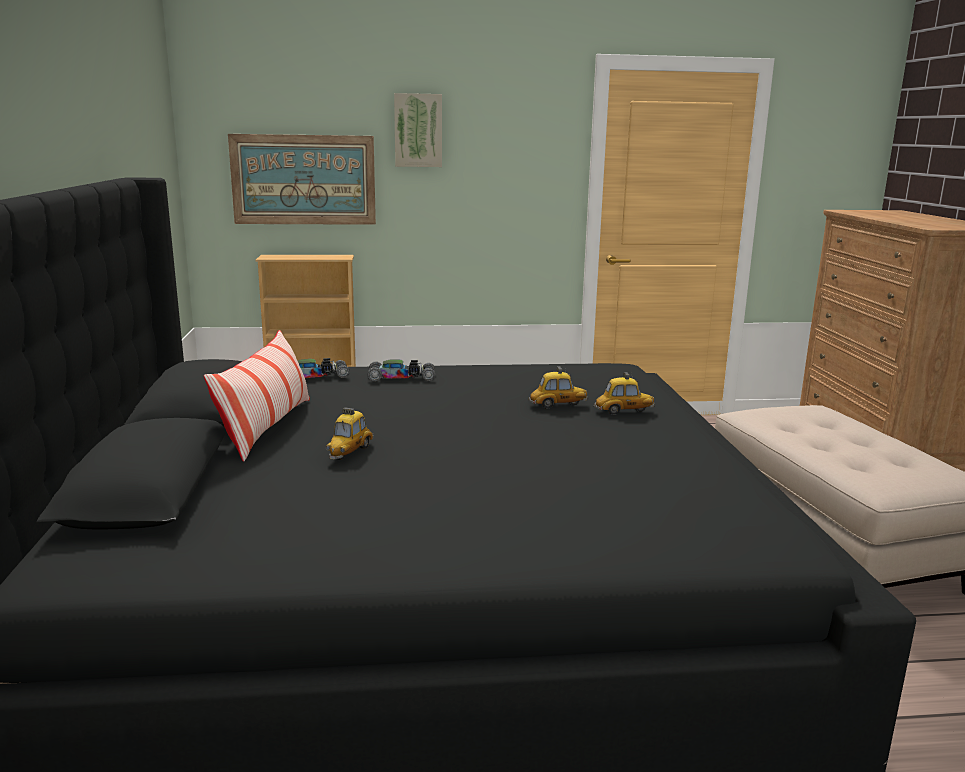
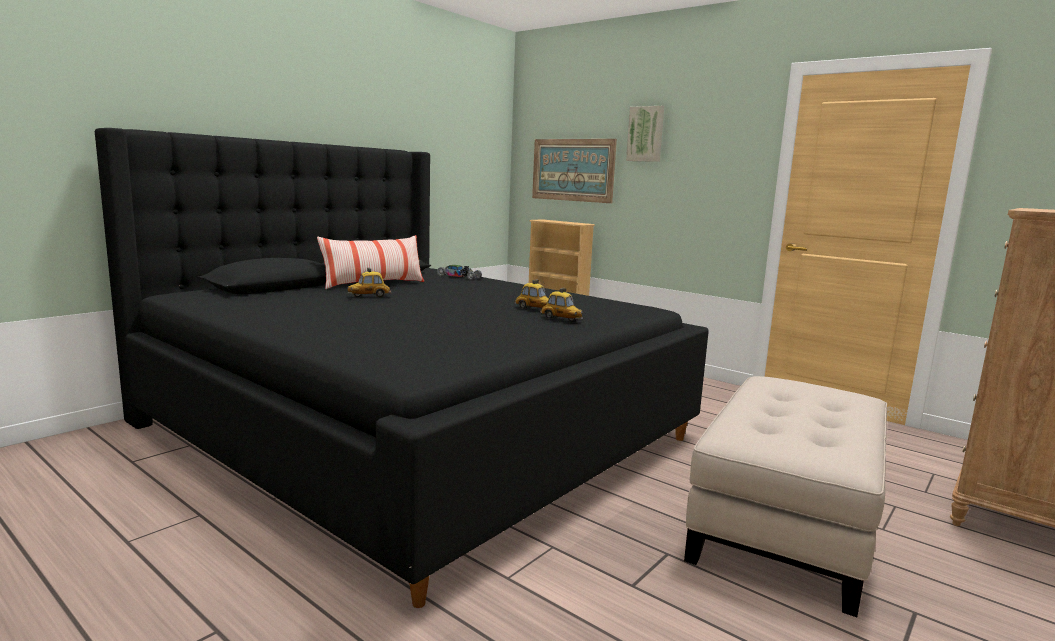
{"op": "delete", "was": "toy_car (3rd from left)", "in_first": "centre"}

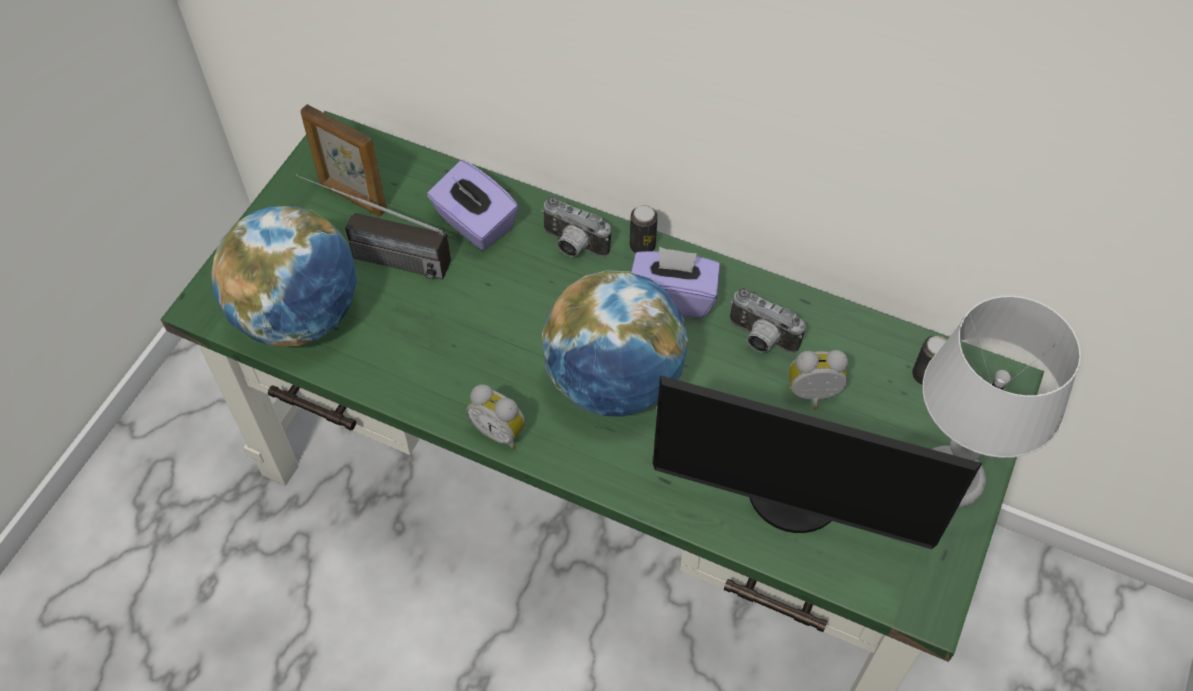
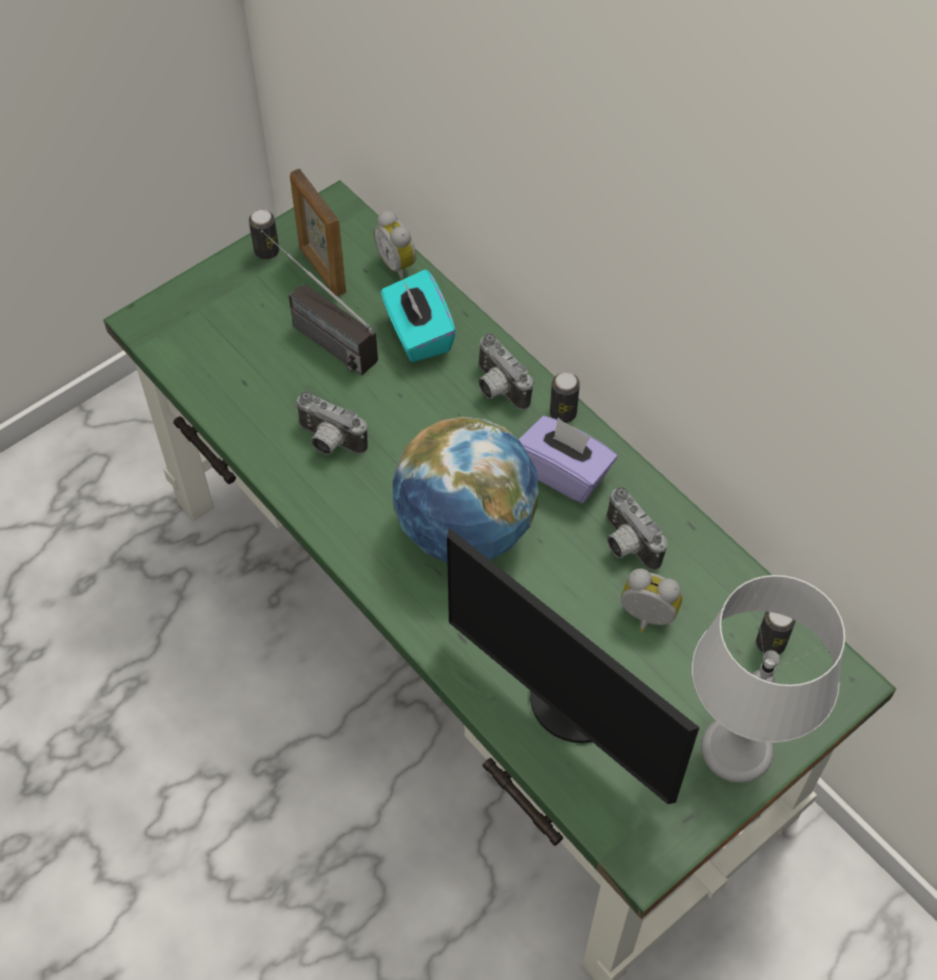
{"op": "delete", "was": "globe (1st from left)", "in_first": "middle left"}
{"op": "insert", "now": "can (1st from left)", "in_second": "top left"}
{"op": "insert", "now": "photo_camera (1st from left)", "in_second": "centre"}
{"op": "move", "was": "alarm_clock (1st from left)", "in_first": "centre", "in_second": "top centre"}
{"op": "recolor", "was": "purple_tissue_box (1st from left)", "now": "turquoise_tissue_box", "in_first": "top centre", "in_second": "top centre"}

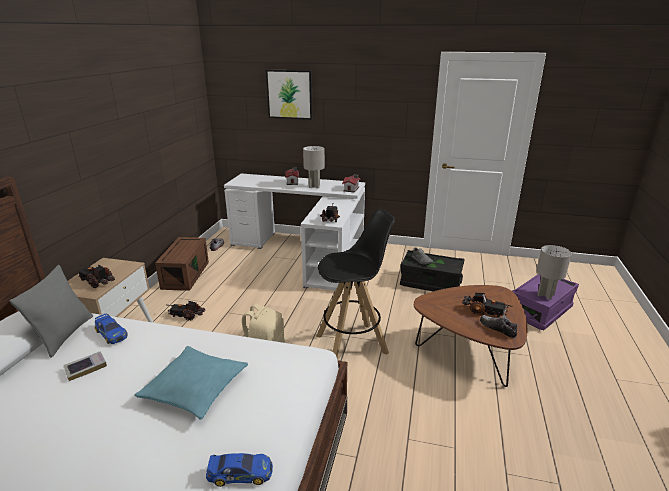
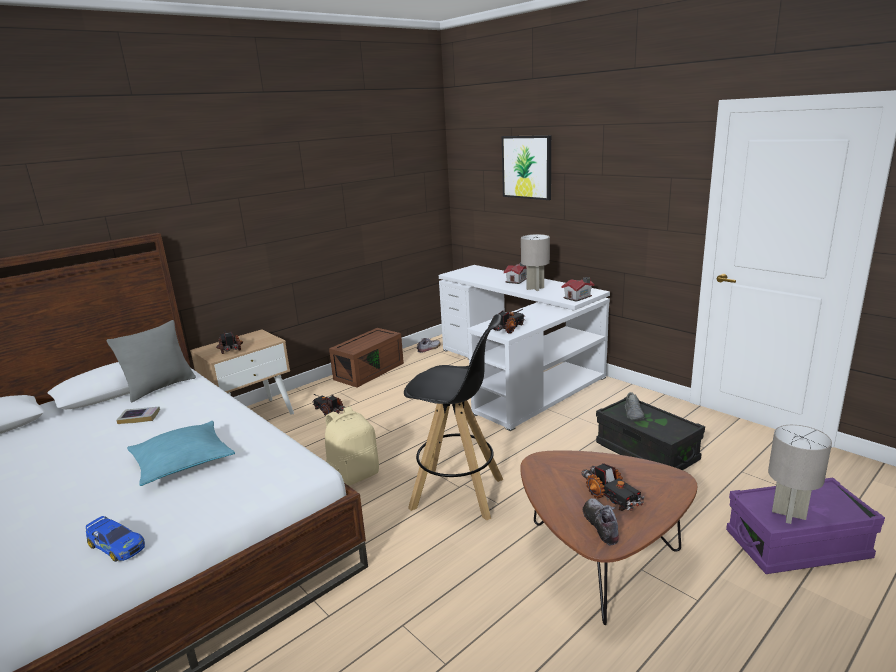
{"op": "delete", "was": "toy_car (1st from left)", "in_first": "bottom left"}

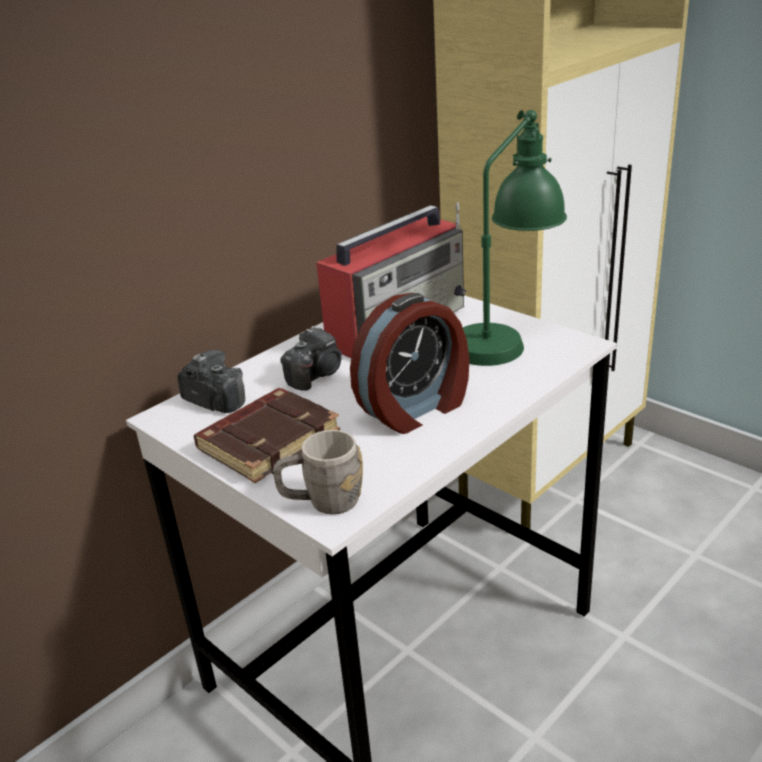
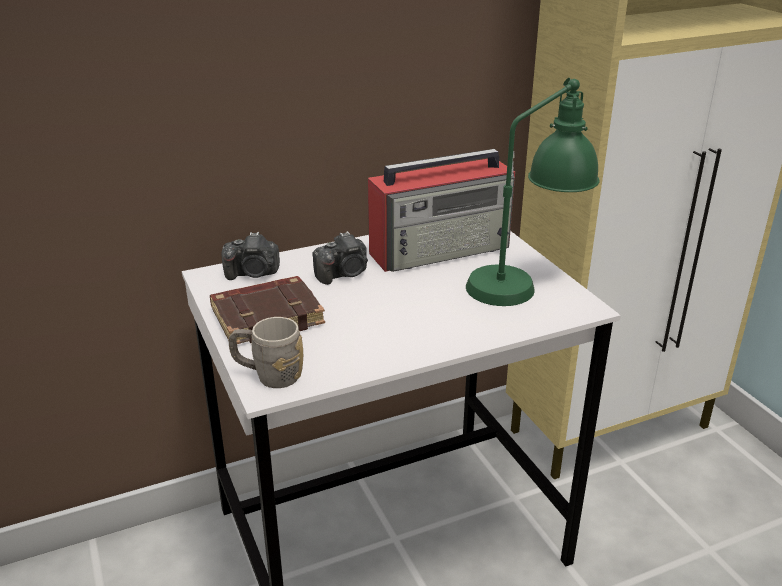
{"op": "delete", "was": "alarm_clock", "in_first": "centre"}
{"op": "rotate", "was": "photo_camera (1st from left)", "in_first": "middle left", "in_second": "middle left", "clockwise": 120}

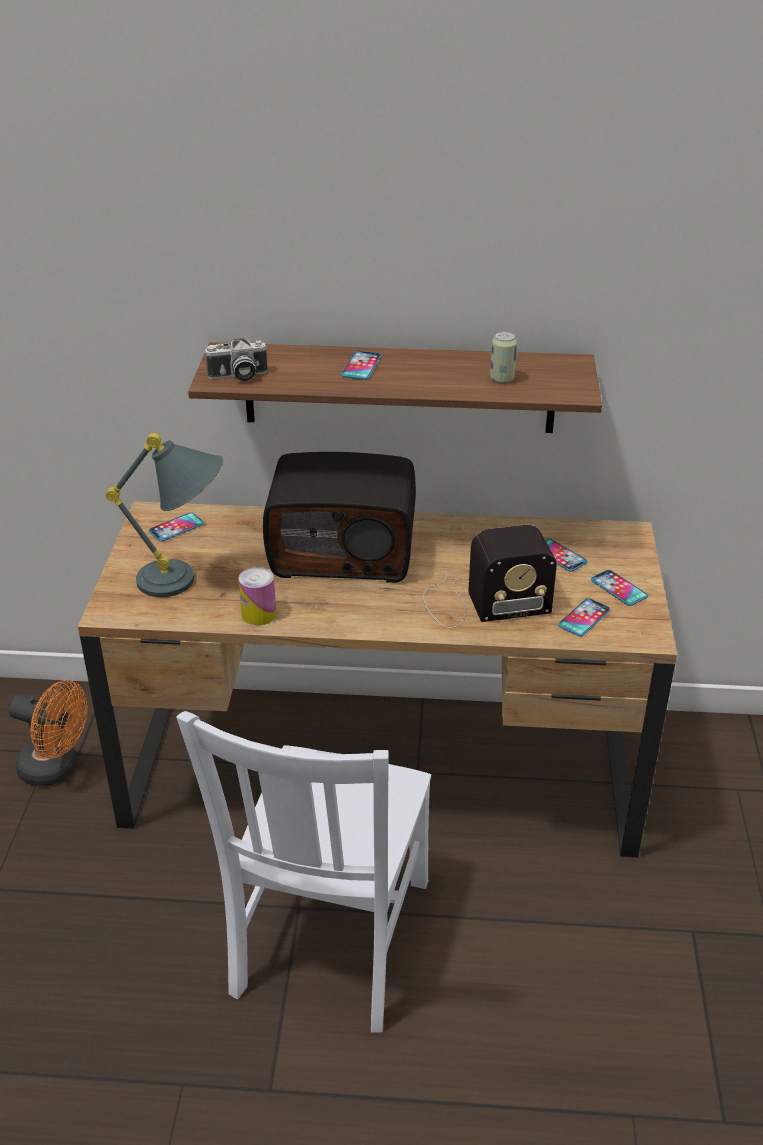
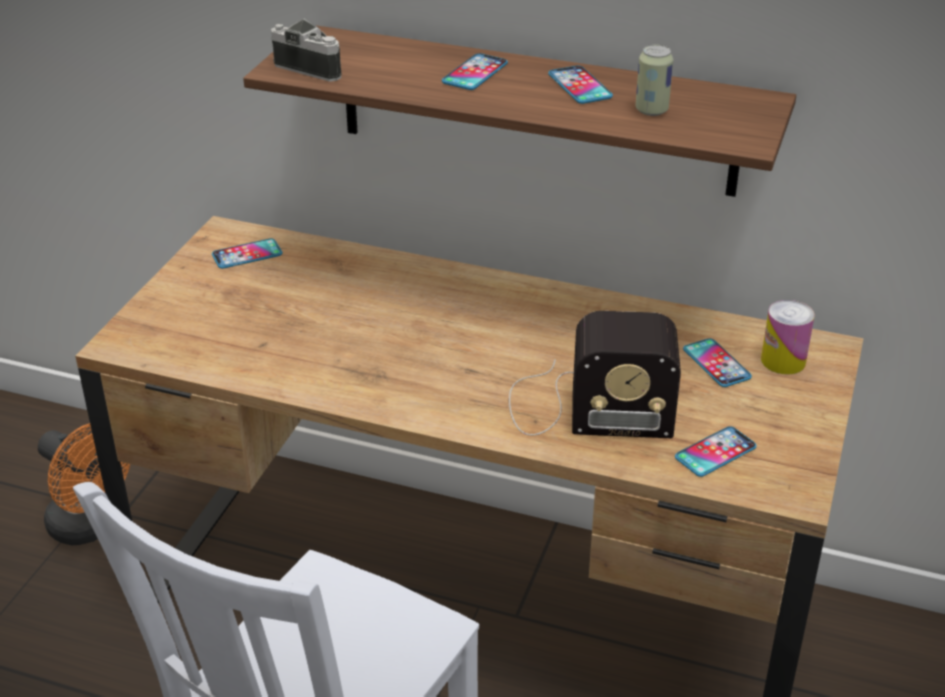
{"op": "delete", "was": "grey_table_lamp", "in_first": "middle left"}
{"op": "delete", "was": "radio (1st from left)", "in_first": "centre"}
{"op": "move", "was": "can (1st from left in the first image)", "now": "can (2nd from left)", "in_first": "centre", "in_second": "middle right"}
{"op": "move", "was": "phone (5th from left in the first image)", "now": "phone (3rd from left)", "in_first": "middle right", "in_second": "top centre"}
{"op": "rotate", "was": "photo_camera", "in_first": "top left", "in_second": "top left", "clockwise": -150}

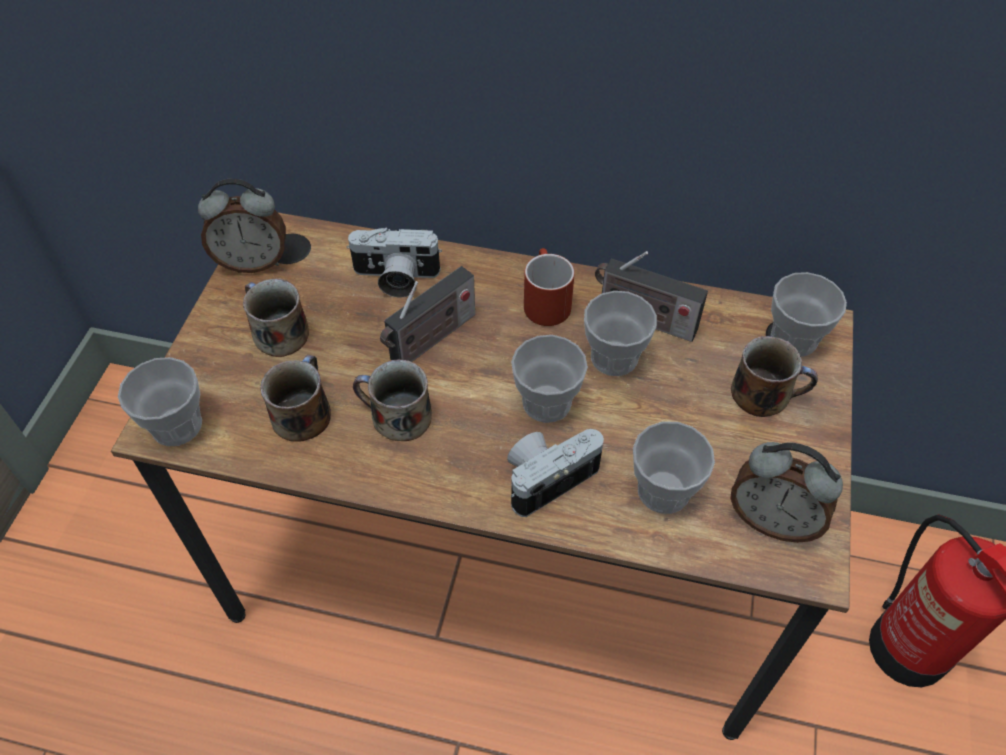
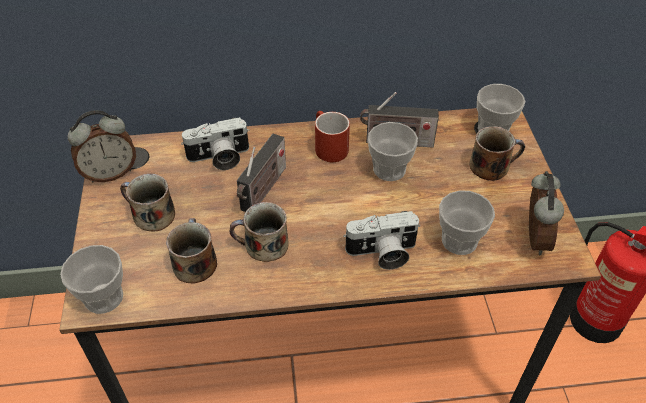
{"op": "delete", "was": "cup (2nd from left)", "in_first": "centre"}
{"op": "rotate", "was": "photo_camera (2nd from left)", "in_first": "centre", "in_second": "centre", "clockwise": -135}
{"op": "rotate", "was": "alarm_clock (2nd from left)", "in_first": "middle right", "in_second": "middle right", "clockwise": -90}

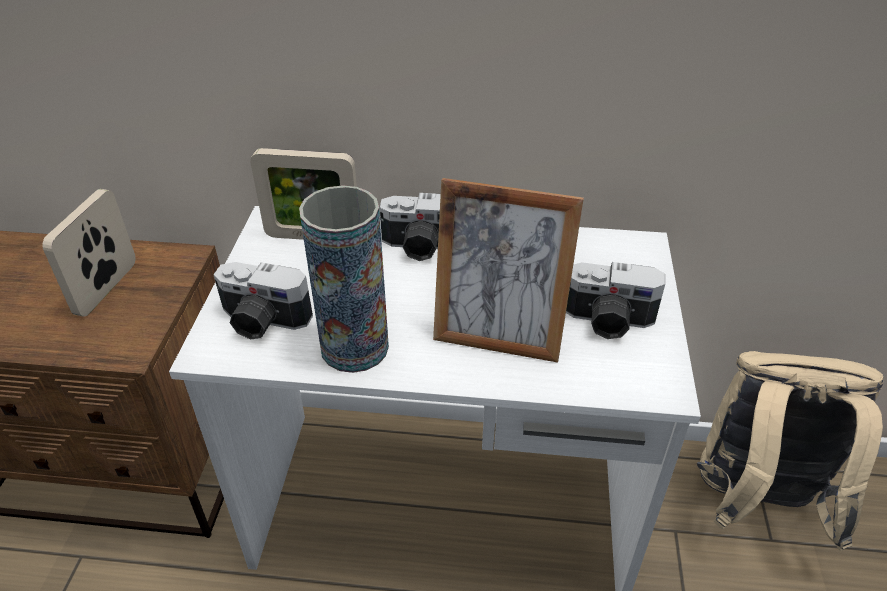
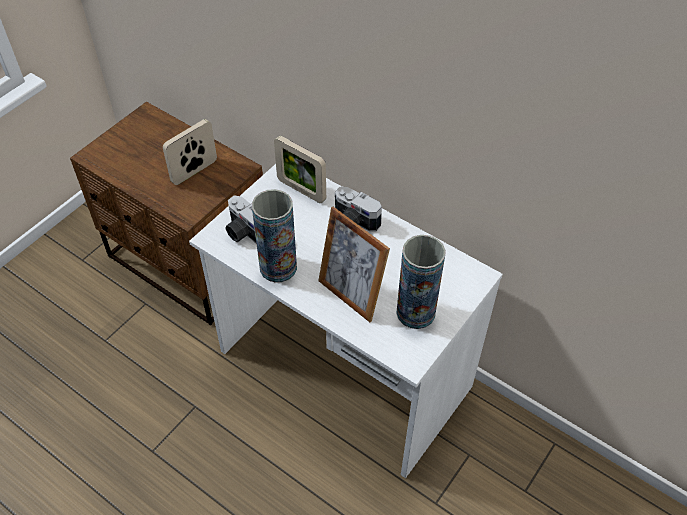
{"op": "delete", "was": "beige_backpack", "in_first": "bottom right"}
{"op": "replace", "was": "photo_camera (3rd from left)", "now": "vase (2nd from left)", "in_first": "middle right", "in_second": "centre"}

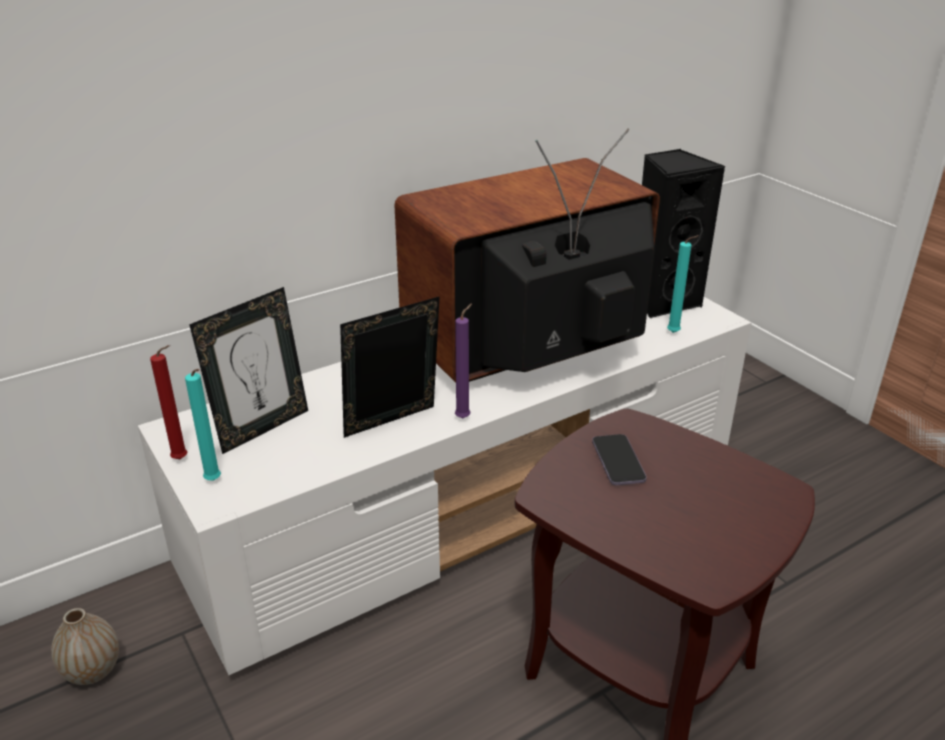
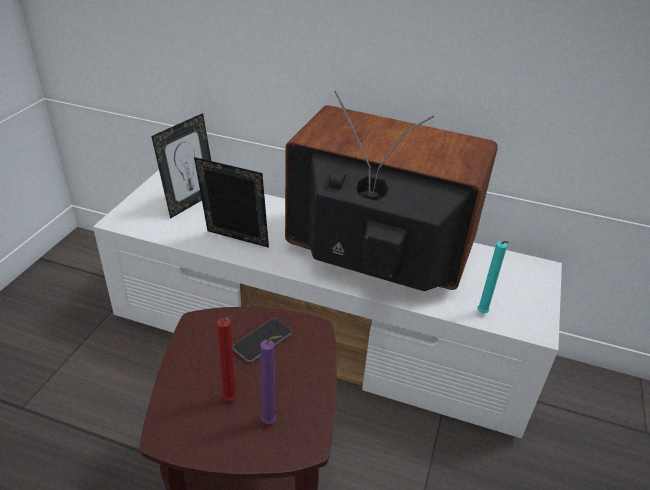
{"op": "delete", "was": "vase", "in_first": "bottom left"}
{"op": "delete", "was": "turquoise_candle (1st from left)", "in_first": "middle left"}
{"op": "delete", "was": "black_speaker", "in_first": "top right"}
{"op": "move", "was": "red_candle", "in_first": "middle left", "in_second": "bottom centre"}
{"op": "move", "was": "purple_candle", "in_first": "centre", "in_second": "bottom centre"}
{"op": "rotate", "was": "picture_frame (1st from left)", "in_first": "middle left", "in_second": "middle left", "clockwise": -60}

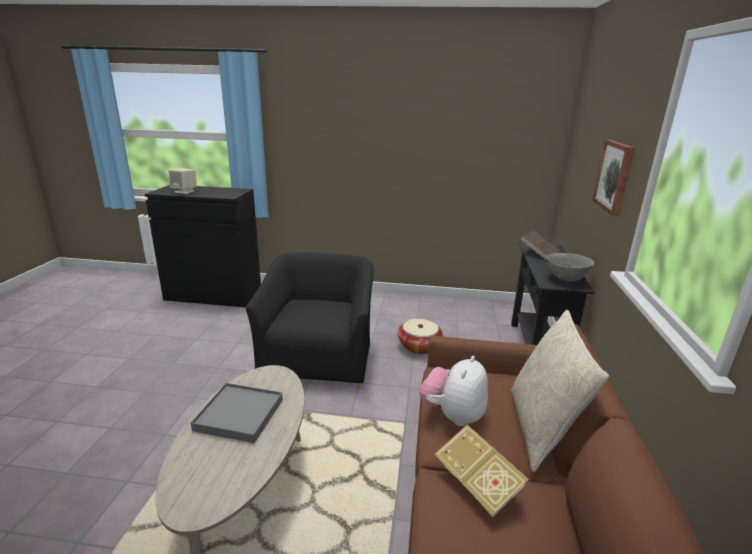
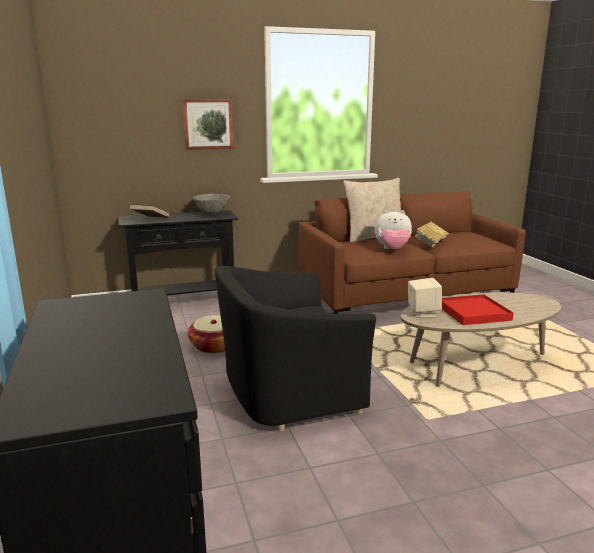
{"op": "move", "was": "beige_speaker", "in_first": "top left", "in_second": "middle right"}
{"op": "recolor", "was": "grey_tray", "now": "red_tray", "in_first": "bottom left", "in_second": "middle right"}

